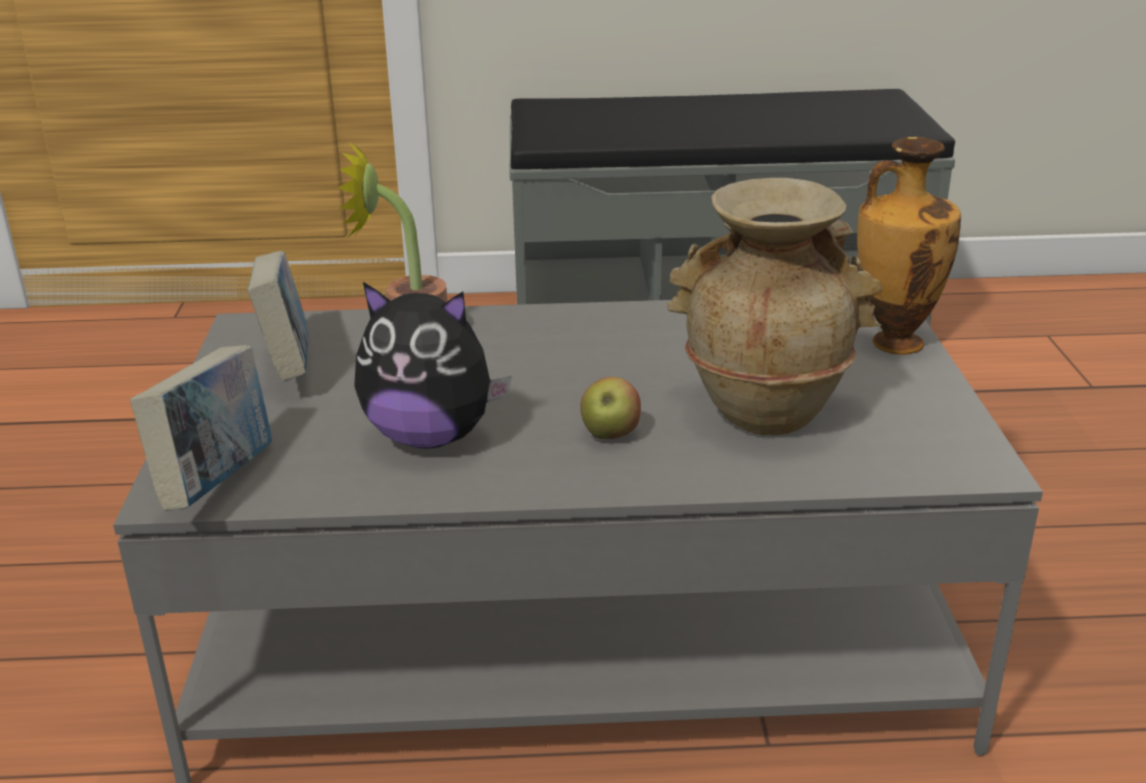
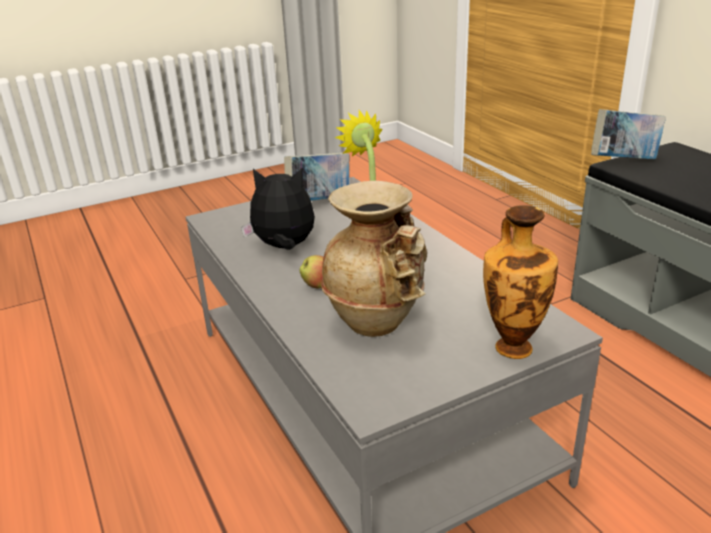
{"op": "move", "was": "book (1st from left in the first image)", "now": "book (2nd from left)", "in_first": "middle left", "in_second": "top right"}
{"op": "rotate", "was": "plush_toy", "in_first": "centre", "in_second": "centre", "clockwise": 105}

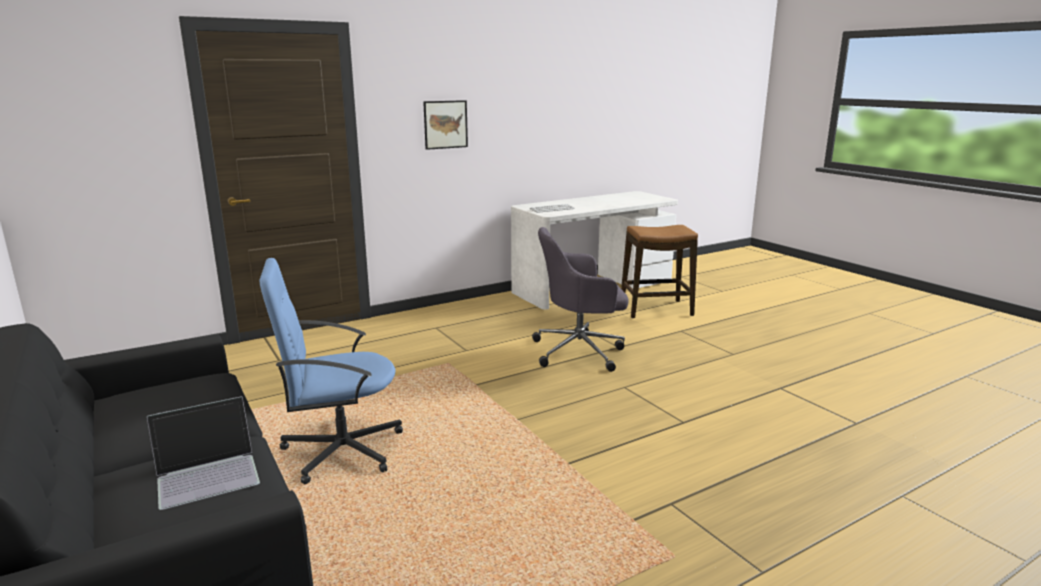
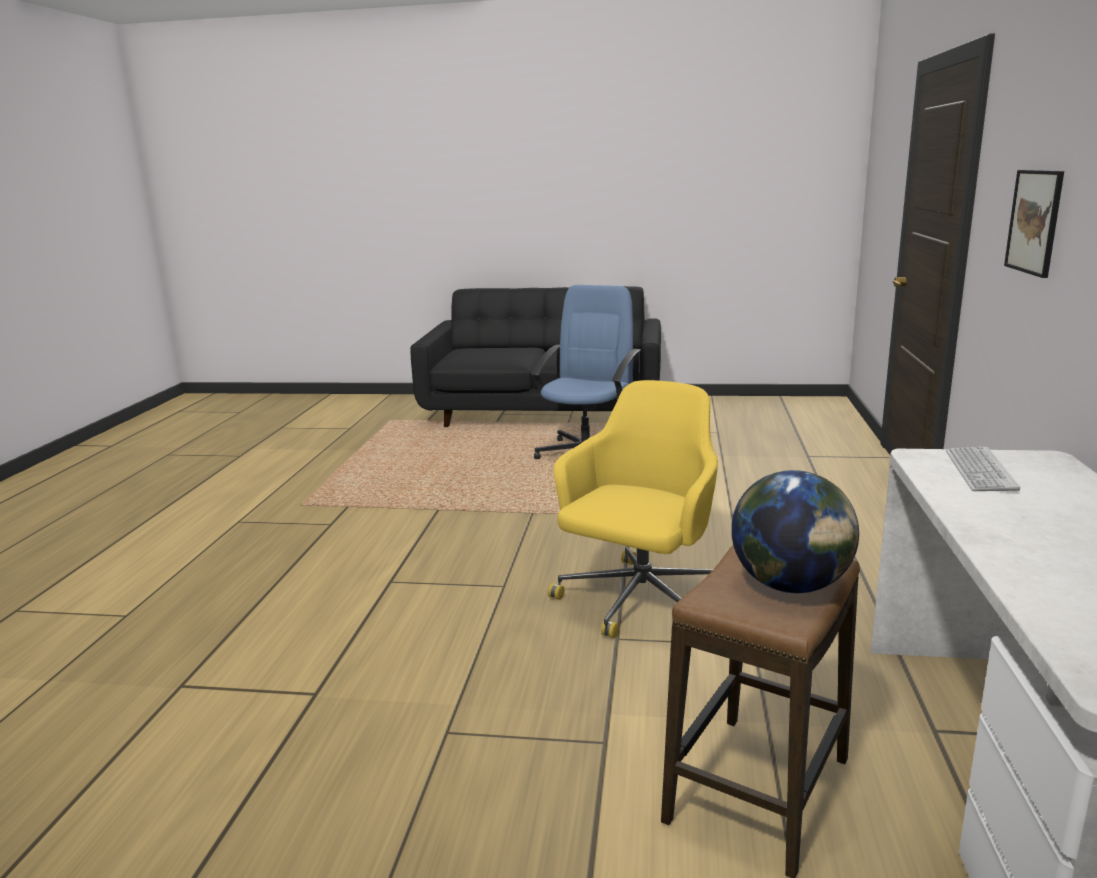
{"op": "delete", "was": "laptop", "in_first": "bottom left"}
{"op": "insert", "now": "globe", "in_second": "middle right"}
{"op": "recolor", "was": "grey_office_chair", "now": "yellow_office_chair", "in_first": "centre", "in_second": "centre"}

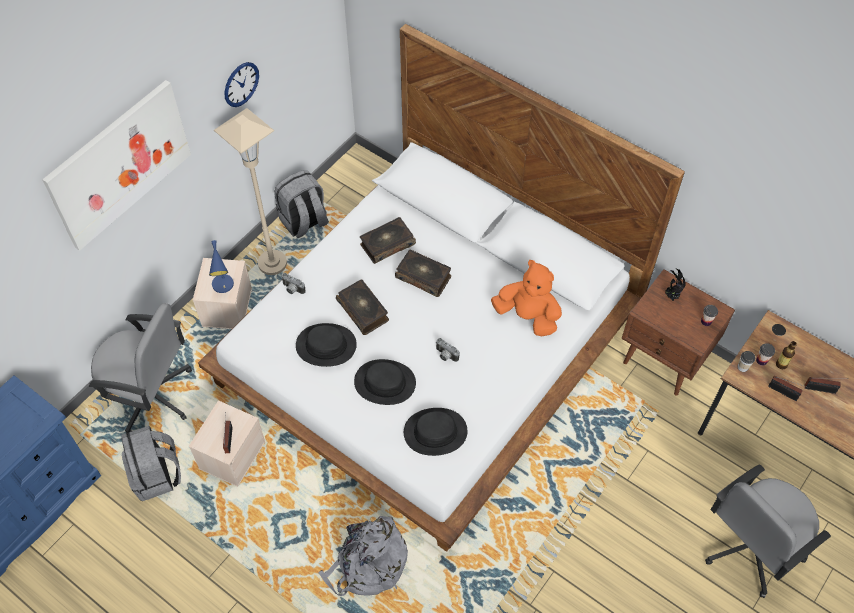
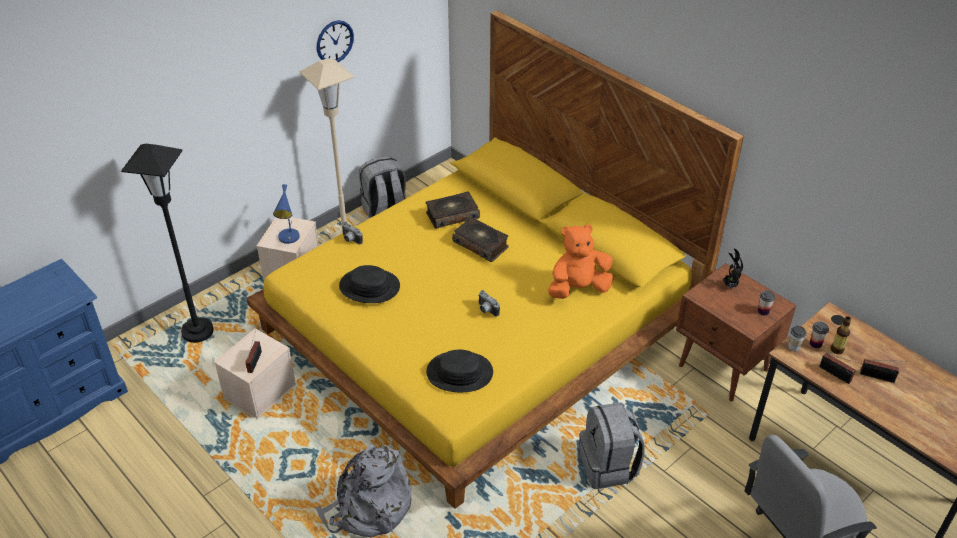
{"op": "delete", "was": "picture", "in_first": "top left"}
{"op": "delete", "was": "book (1st from left)", "in_first": "centre"}
{"op": "delete", "was": "black_hat (2nd from left)", "in_first": "centre"}
{"op": "move", "was": "grey_backpack (1st from left in the first image)", "now": "grey_backpack (3rd from left)", "in_first": "bottom left", "in_second": "bottom centre"}
{"op": "replace", "was": "grey_office_chair (1st from left)", "now": "black_floor_lamp", "in_first": "middle left", "in_second": "middle left"}
{"op": "recolor", "was": "white_bed", "now": "yellow_bed", "in_first": "centre", "in_second": "centre"}
{"op": "rotate", "was": "orange_plush_toy", "in_first": "centre", "in_second": "centre", "clockwise": -60}

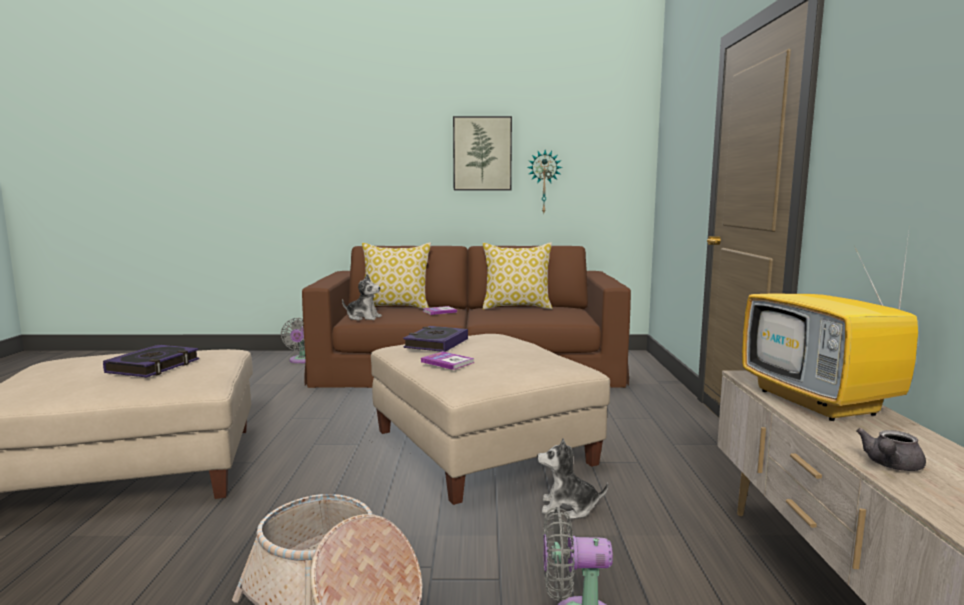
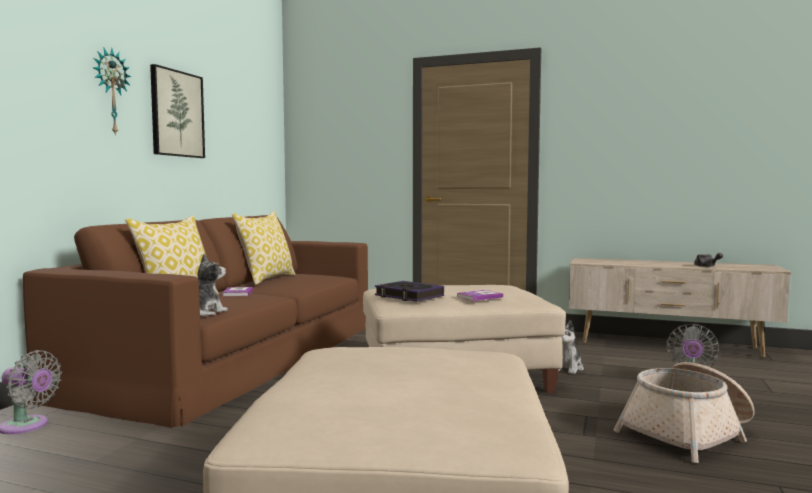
{"op": "delete", "was": "book (1st from left)", "in_first": "middle left"}
{"op": "delete", "was": "television", "in_first": "middle right"}
{"op": "move", "was": "wall_clock", "in_first": "top centre", "in_second": "top left"}

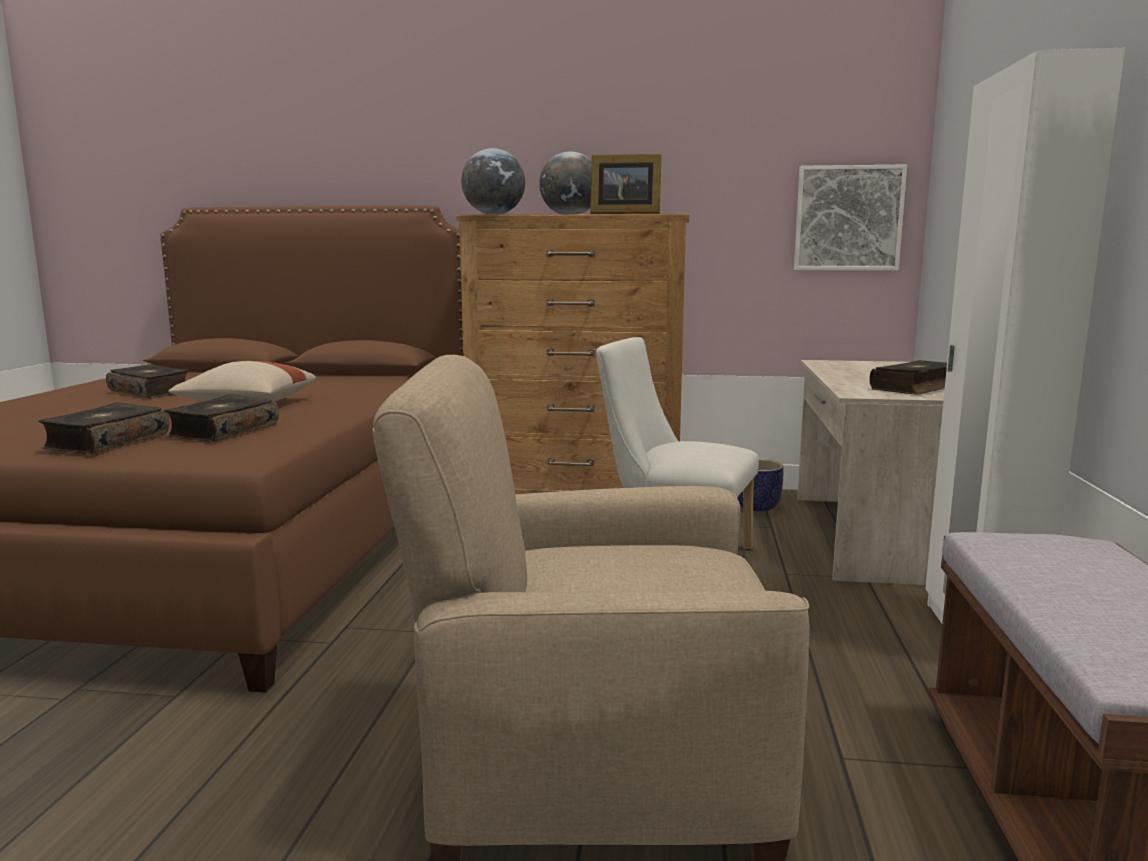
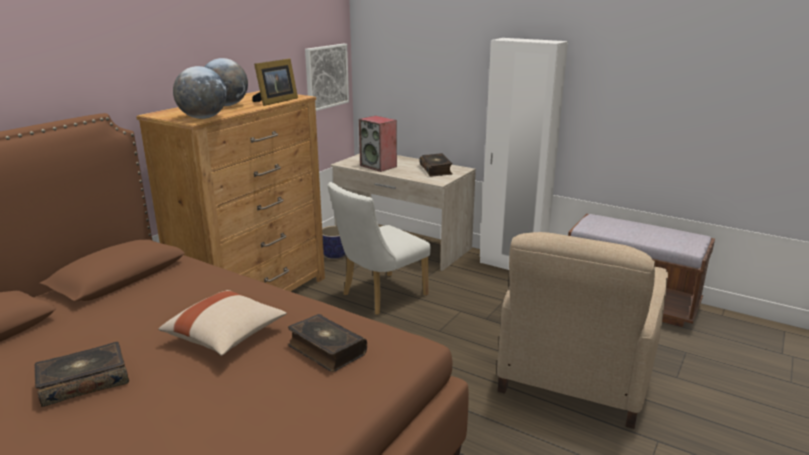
{"op": "delete", "was": "book (1st from left)", "in_first": "middle left"}
{"op": "insert", "now": "speaker", "in_second": "top centre"}

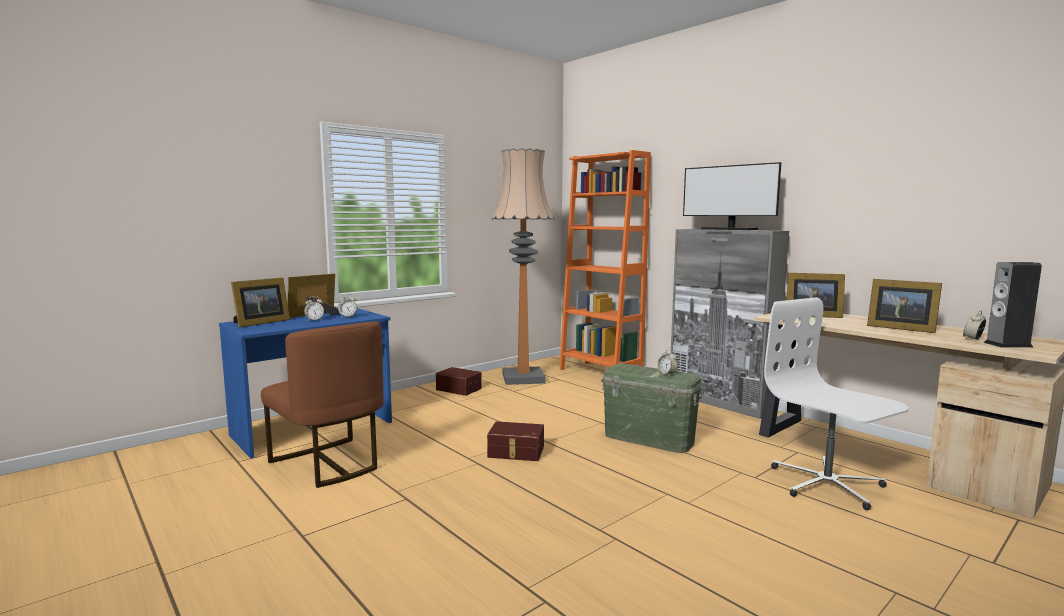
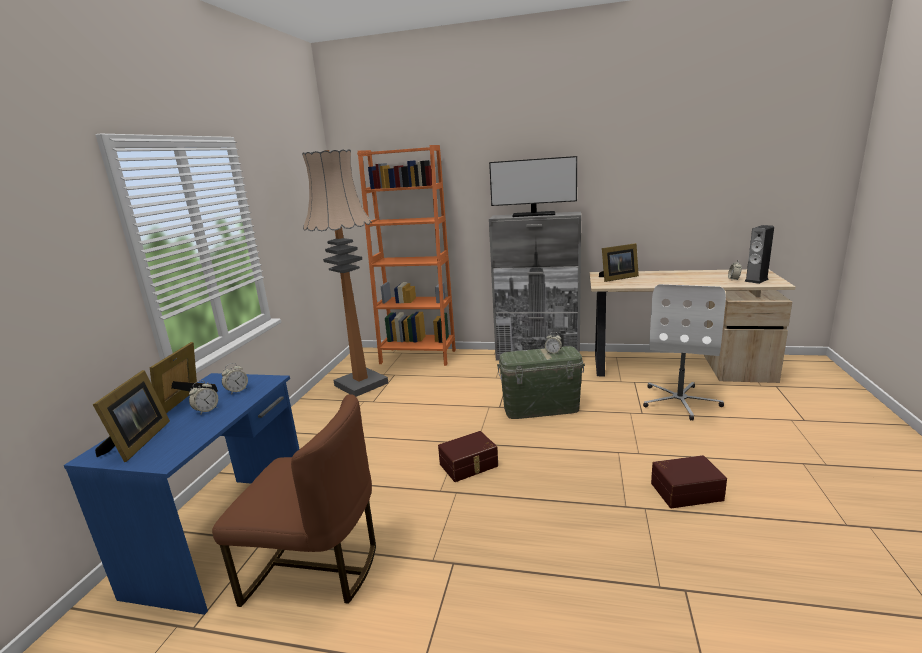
{"op": "delete", "was": "picture_frame (4th from left)", "in_first": "middle right"}
{"op": "move", "was": "brown_storage_box (1st from left in the first image)", "now": "brown_storage_box (2nd from left)", "in_first": "centre", "in_second": "bottom right"}
{"op": "rotate", "was": "white_office_chair", "in_first": "middle right", "in_second": "middle right", "clockwise": -90}

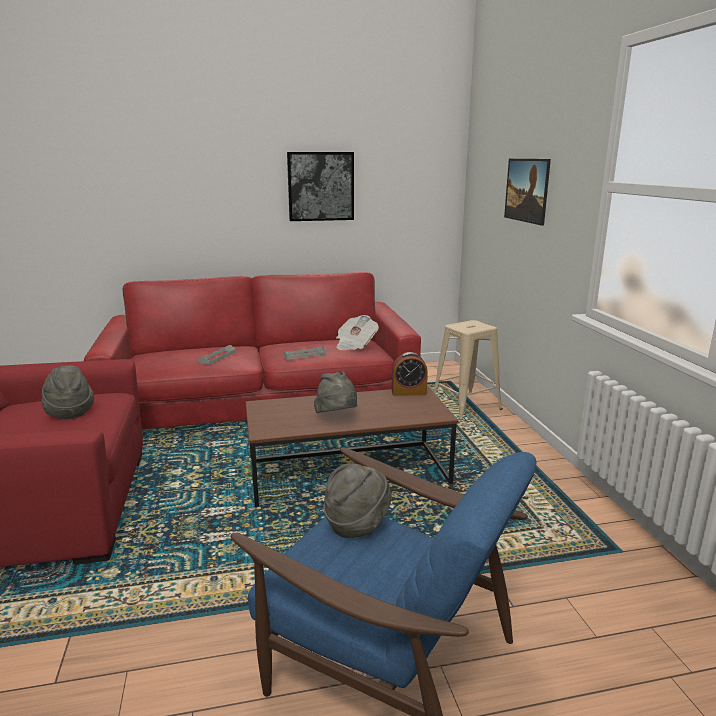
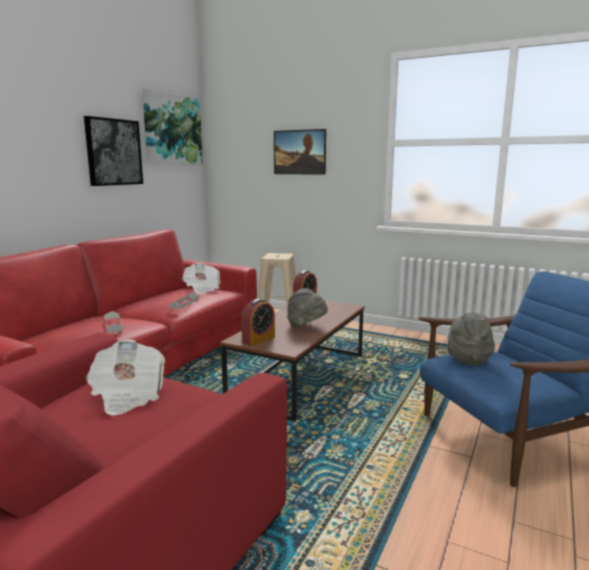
{"op": "insert", "now": "picture (2nd from left)", "in_second": "top left"}
{"op": "insert", "now": "alarm_clock (1st from left)", "in_second": "centre"}
{"op": "replace", "was": "grey_hat (1st from left)", "now": "newspaper (1st from left)", "in_first": "middle left", "in_second": "middle left"}

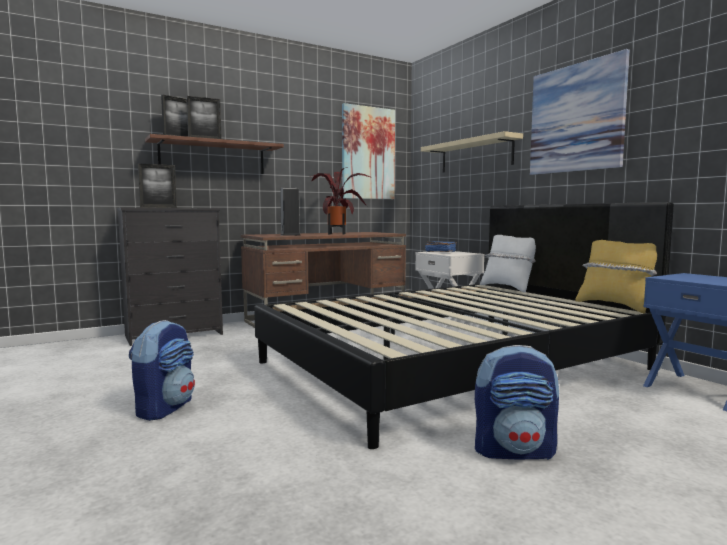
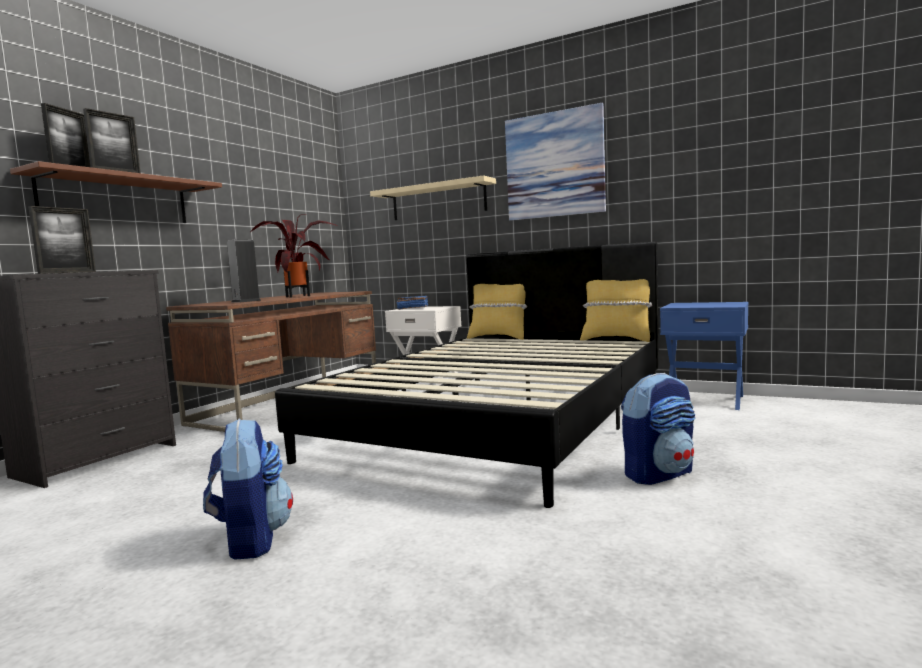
{"op": "delete", "was": "picture (1st from left)", "in_first": "top centre"}
{"op": "recolor", "was": "white_pillow", "now": "yellow_pillow (1st from left)", "in_first": "middle right", "in_second": "centre"}

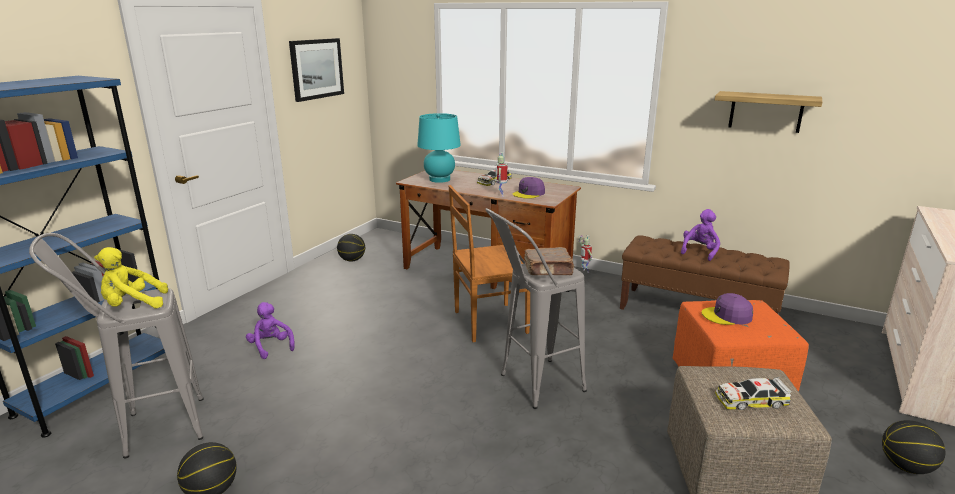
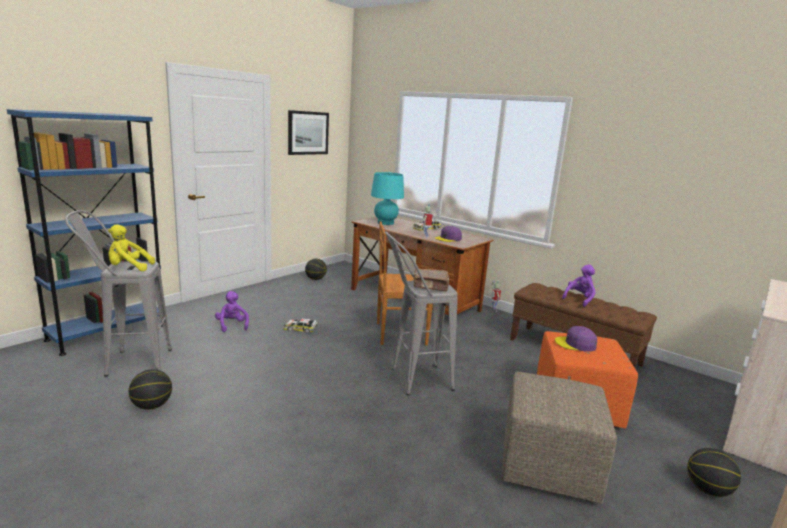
{"op": "delete", "was": "shelf", "in_first": "top right"}
{"op": "move", "was": "toy_car (2nd from left in the first image)", "now": "toy_car (1st from left)", "in_first": "bottom right", "in_second": "centre"}

